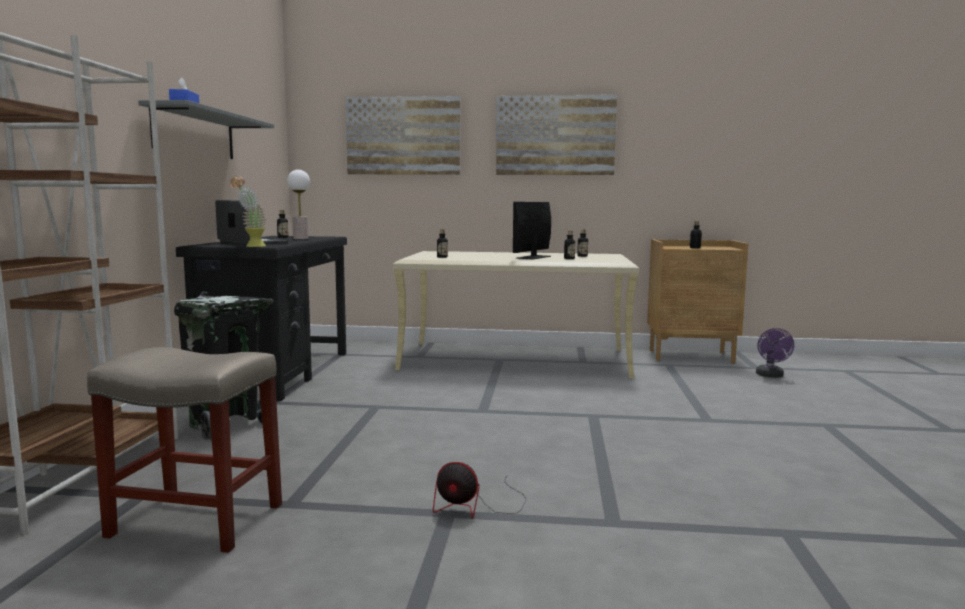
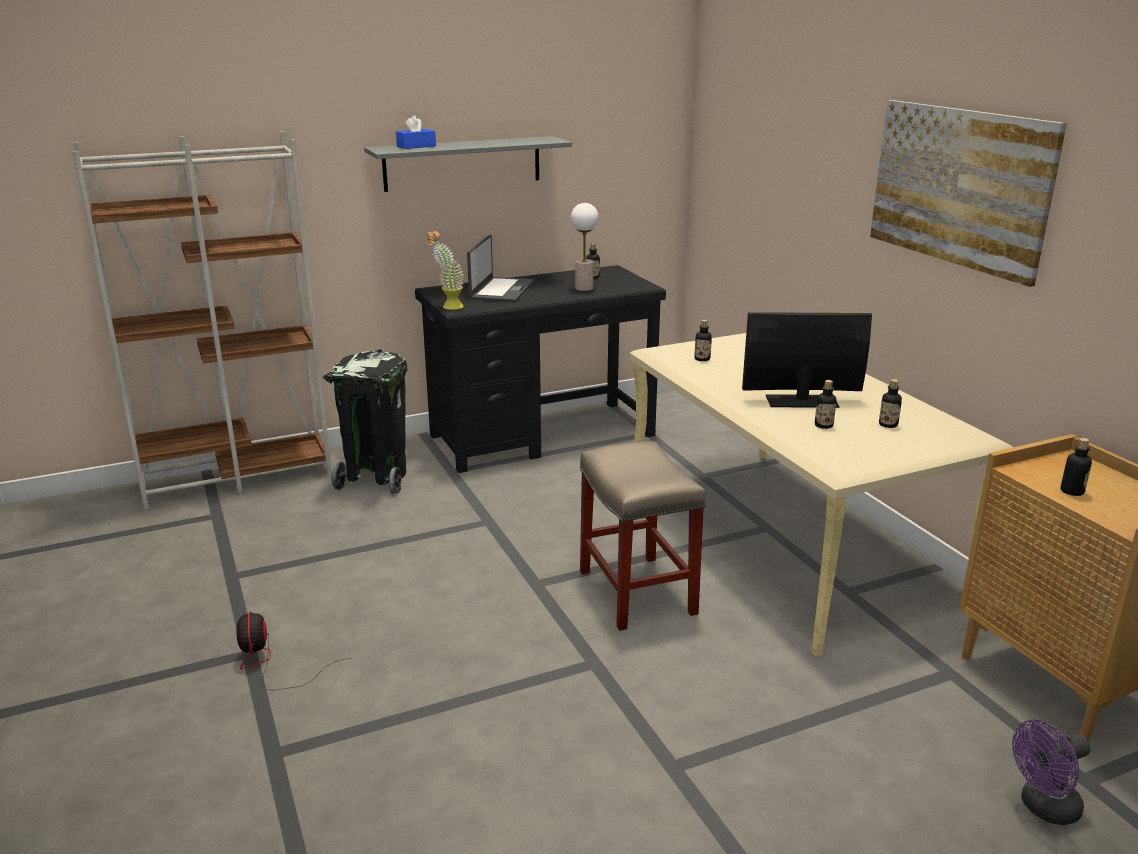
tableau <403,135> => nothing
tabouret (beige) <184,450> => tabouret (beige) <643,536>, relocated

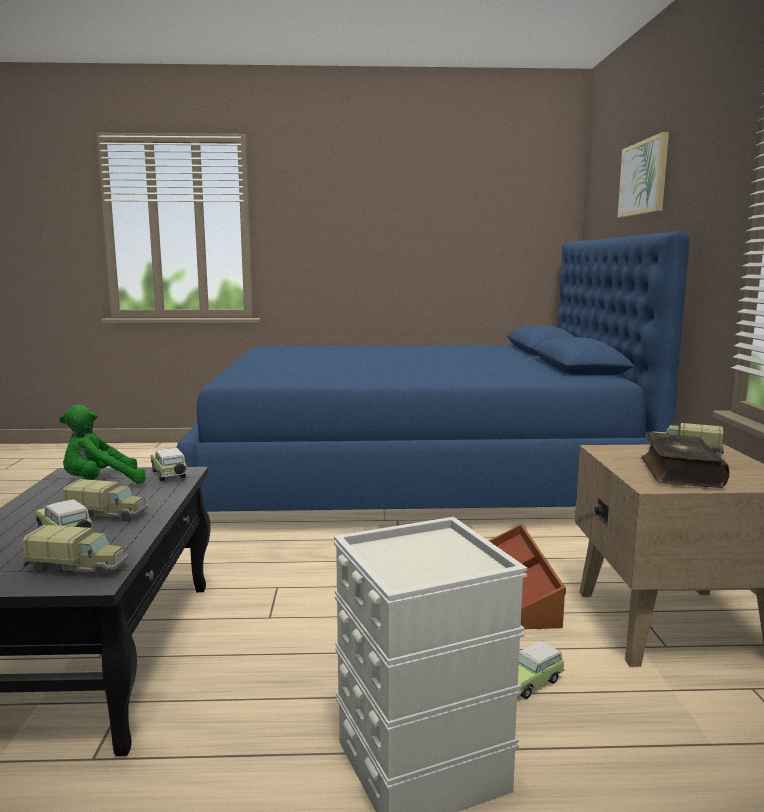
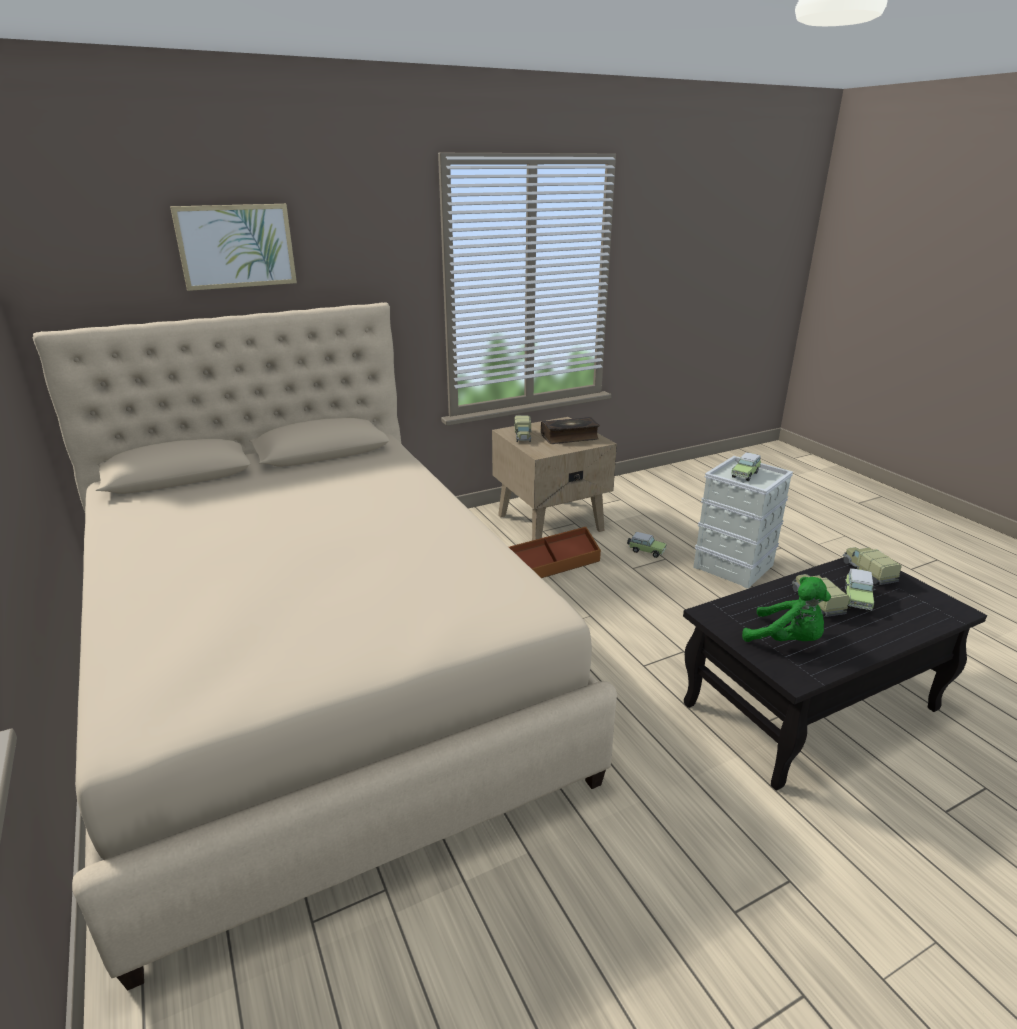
petite voiture <169,464> => petite voiture <746,466>, relocated
lit (bleu) <433,371> => lit (beige) <325,646>

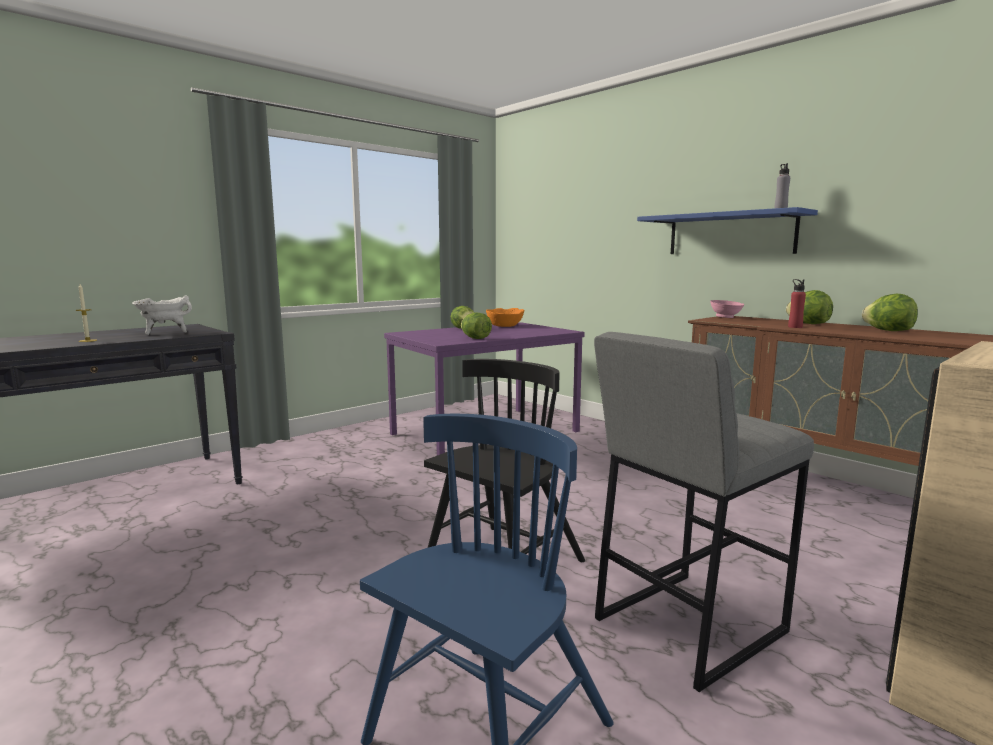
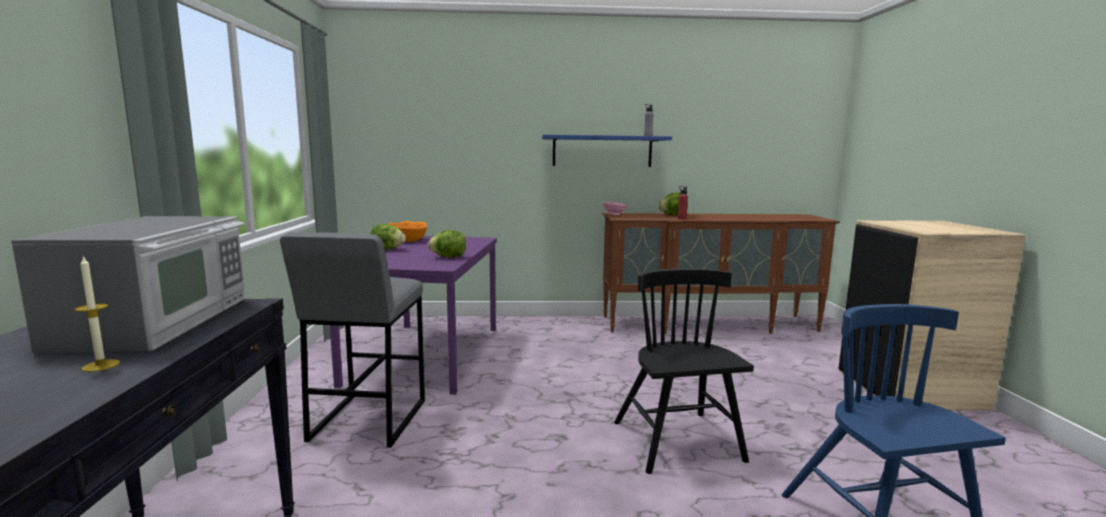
laitue <890,312> => nothing
tabouret (gris) <704,512> => tabouret (gris) <352,340>, relocated
marmite (blanc) <162,315> => micro-ondes <128,284>

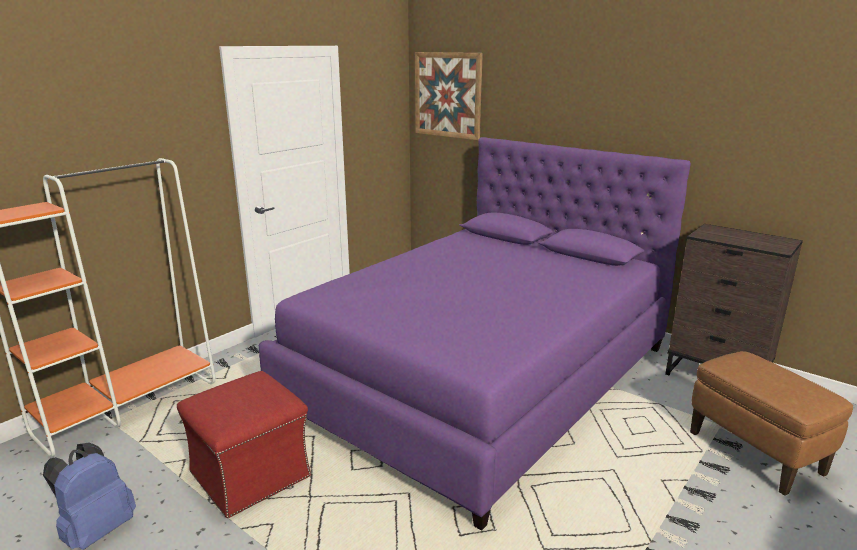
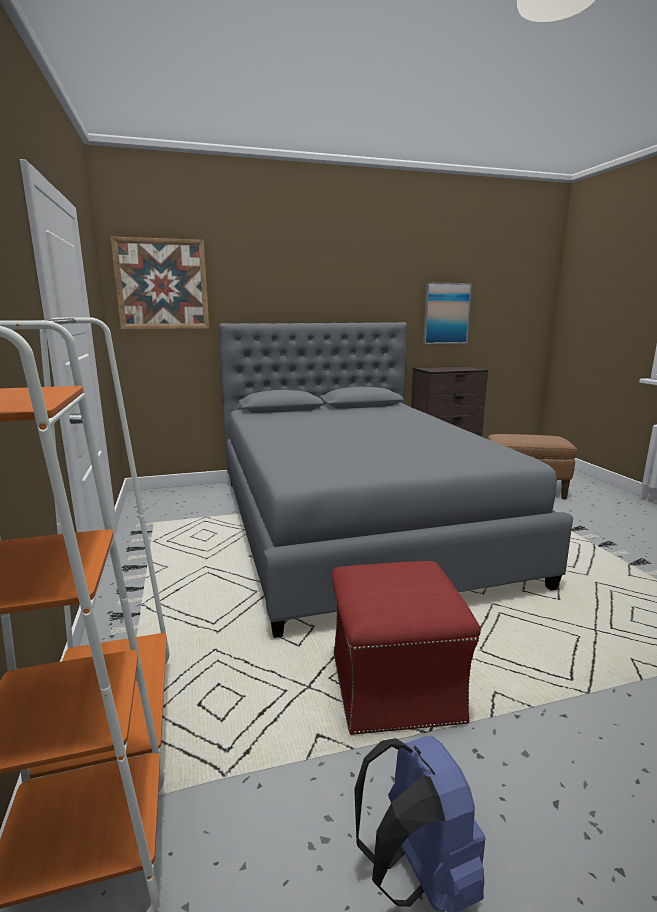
nothing => tableau <447,313>
lit (violet) <475,334> => lit (gris) <396,480>

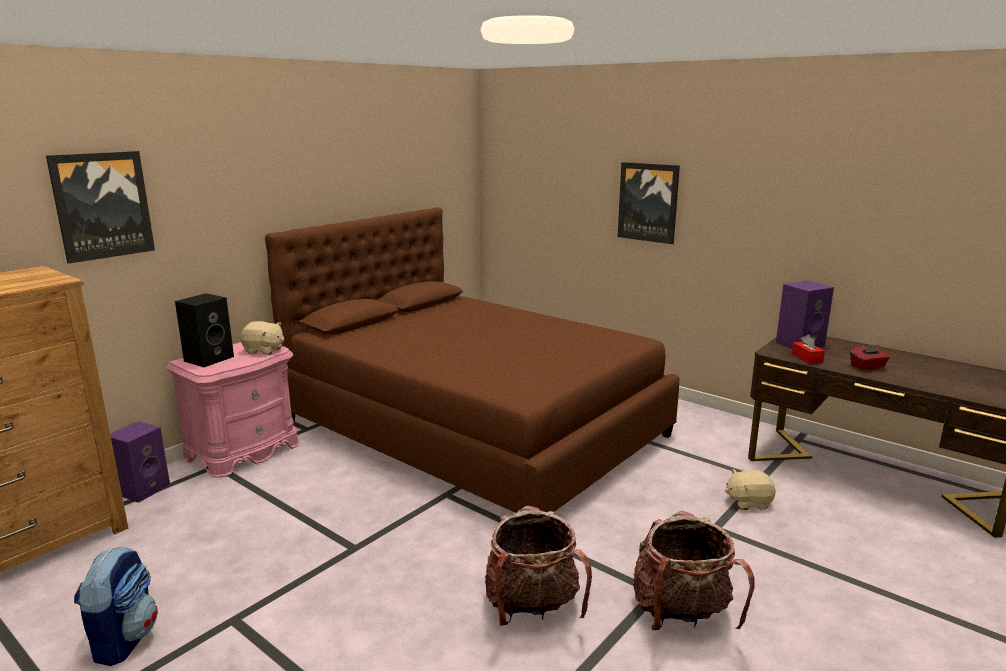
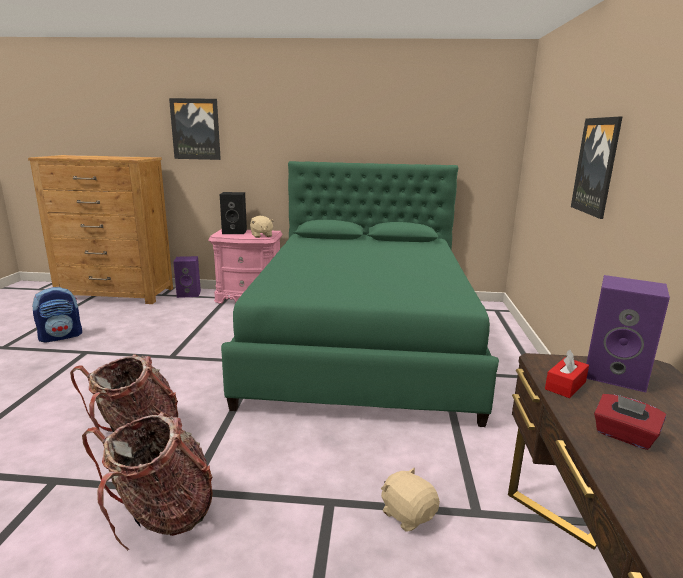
lit (marron) <472,360> => lit (vert) <360,294>

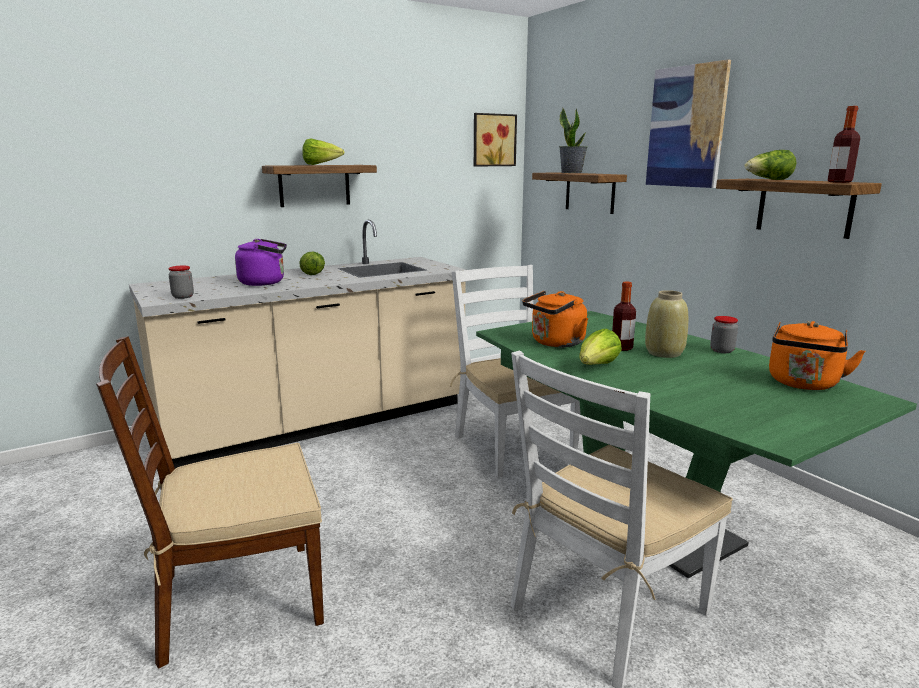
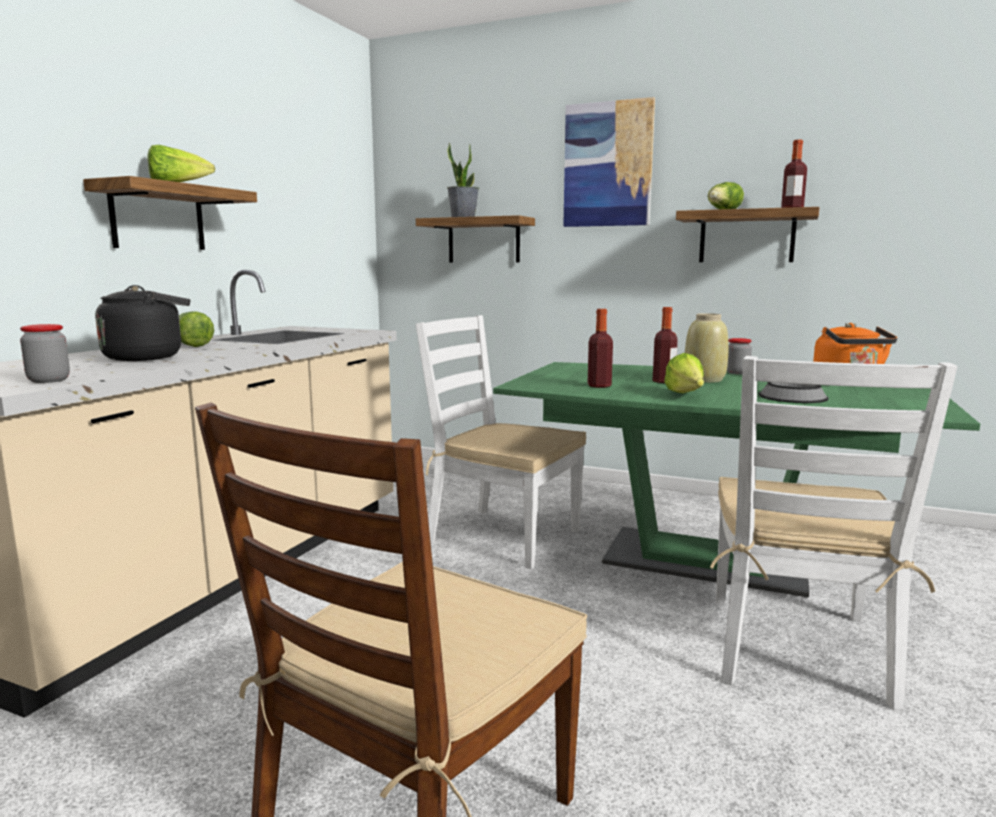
tableau <495,140> => nothing
nothing => bol <793,392>
bouilloire (orange) <555,319> => bouteille <600,348>
bouilloire (violet) <261,262> => bouilloire (noir) <142,323>

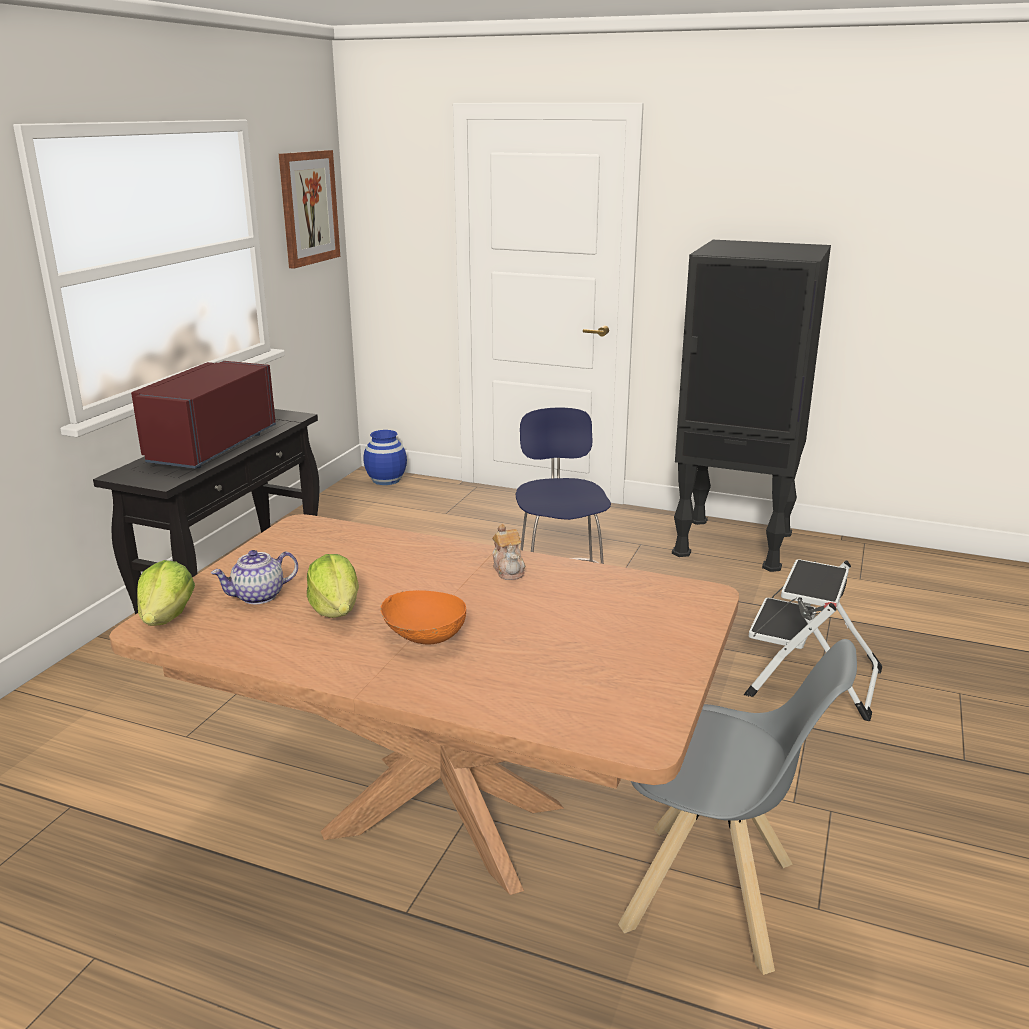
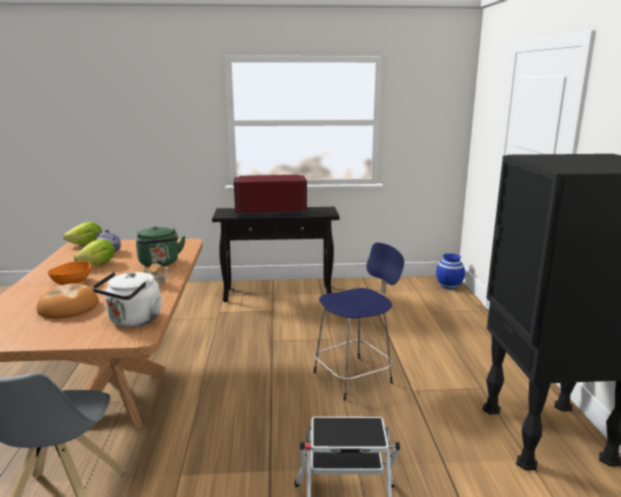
tableau <309,209> => nothing
nothing => pain <68,301>
nothing => bouilloire (blanc) <127,299>
nothing => bouilloire (vert) <161,246>

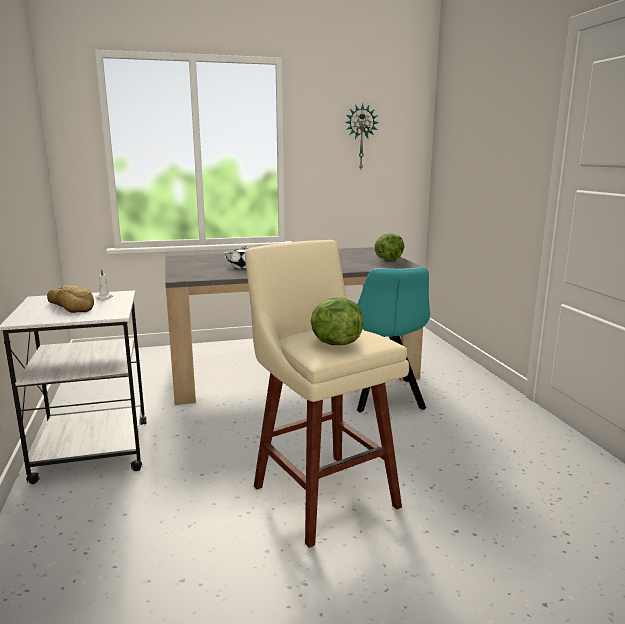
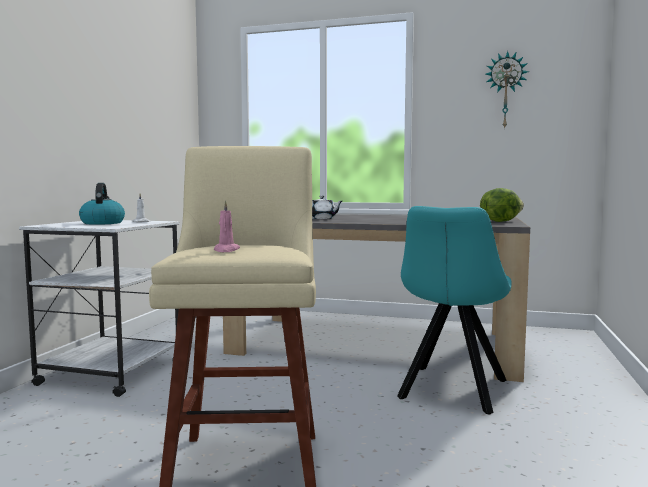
pain <70,299> => bouilloire <102,204>
laitue <337,321> => bougie (rose) <227,226>

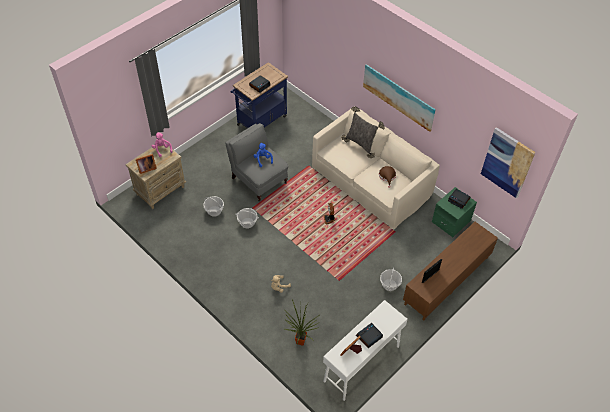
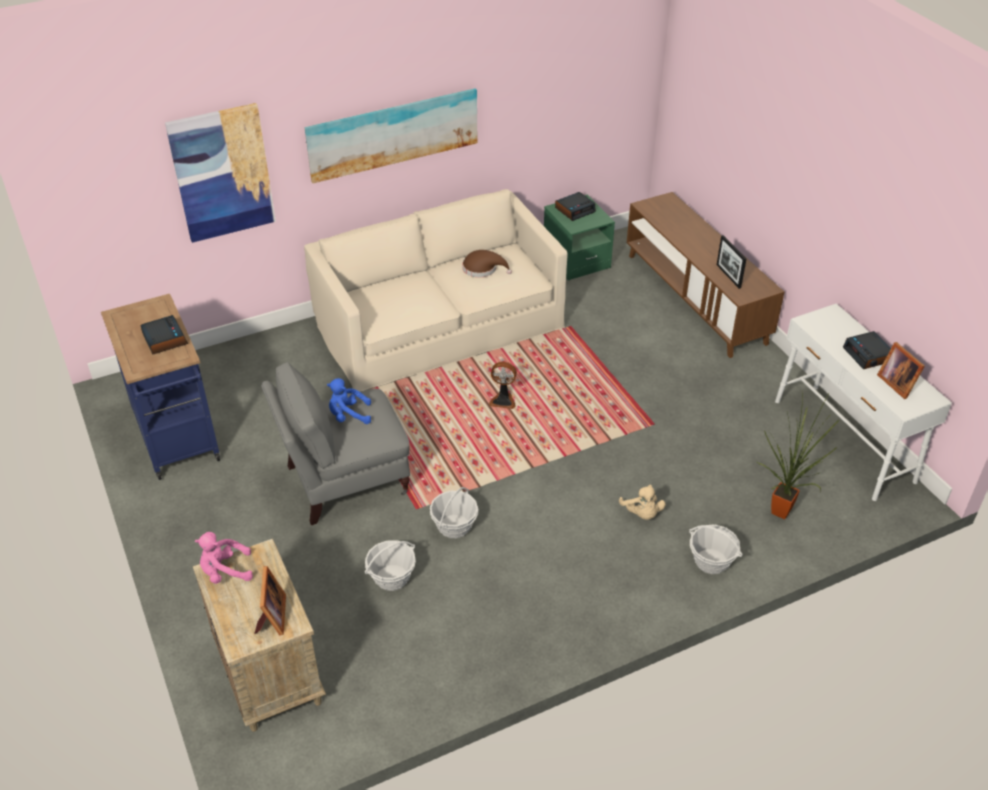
coussin <363,132> => nothing
panier <391,279> => panier <716,549>, relocated
tableau <508,163> => tableau <220,173>, relocated

